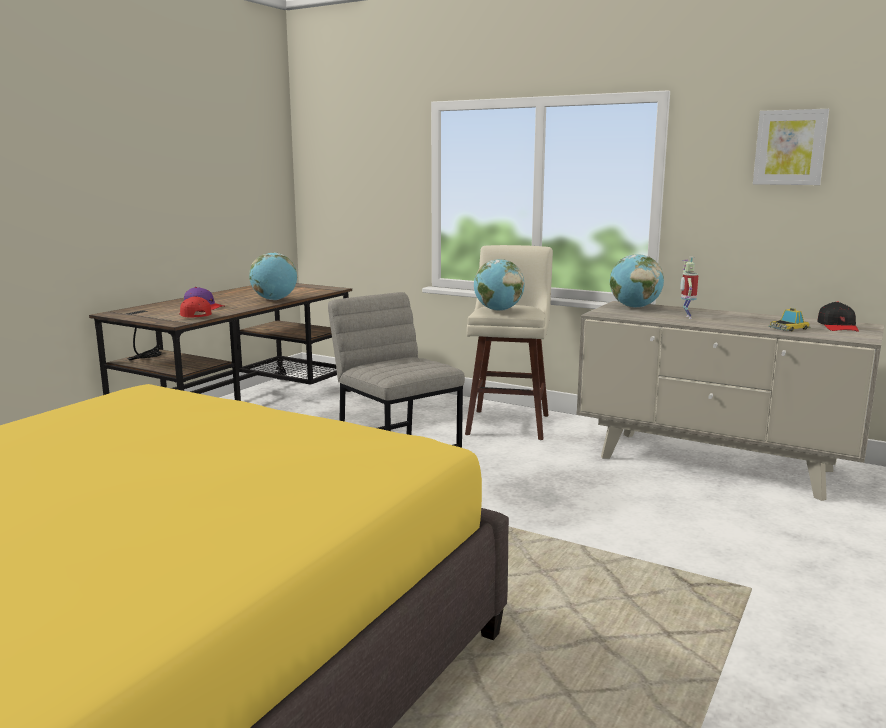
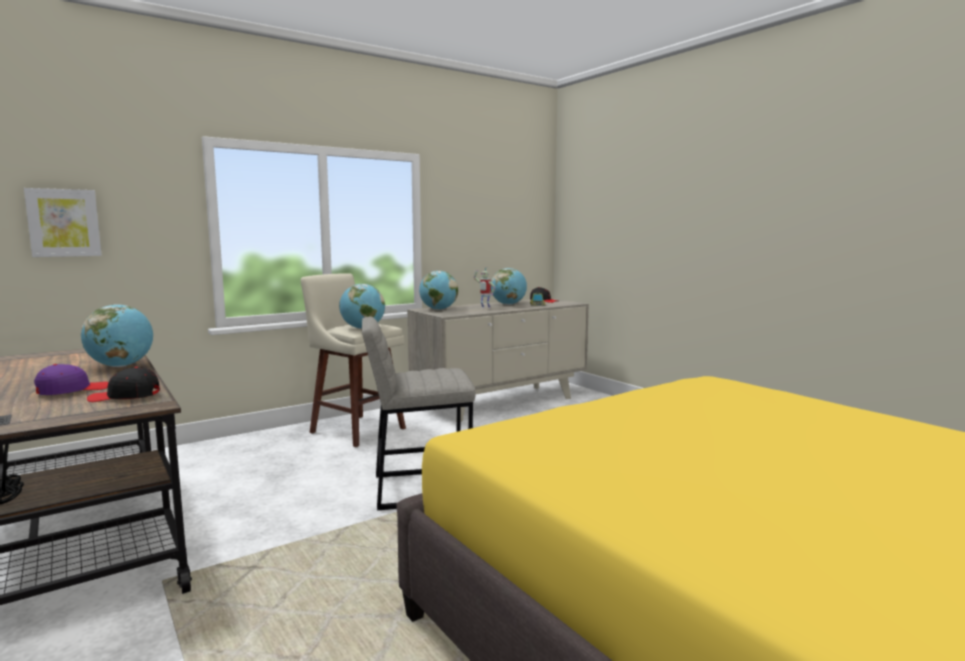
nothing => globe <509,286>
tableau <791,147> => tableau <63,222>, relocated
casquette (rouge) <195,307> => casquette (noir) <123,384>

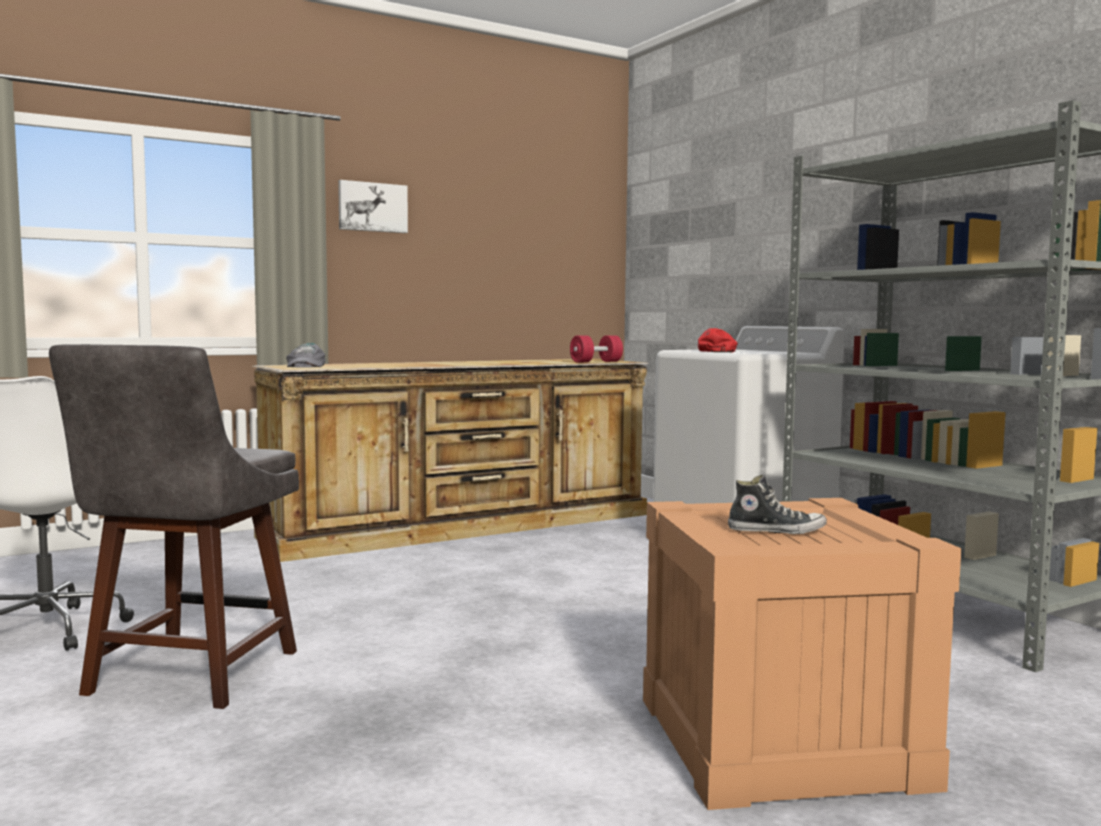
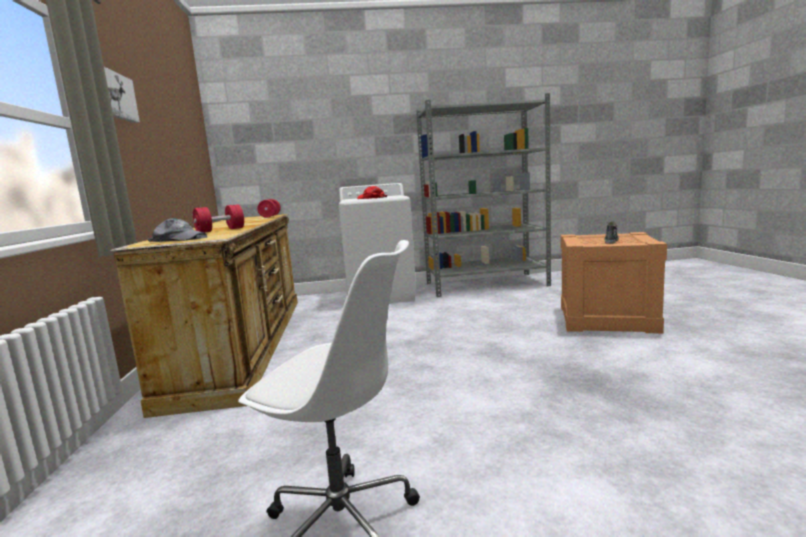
tabouret (gris) <174,526> => nothing
nothing => haltère (rouge) <218,218>

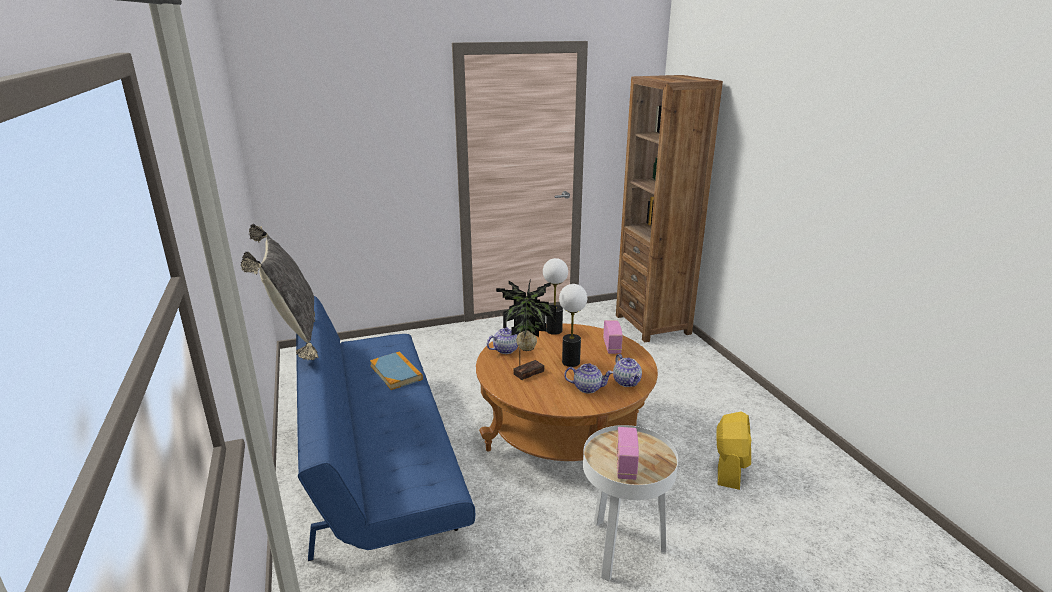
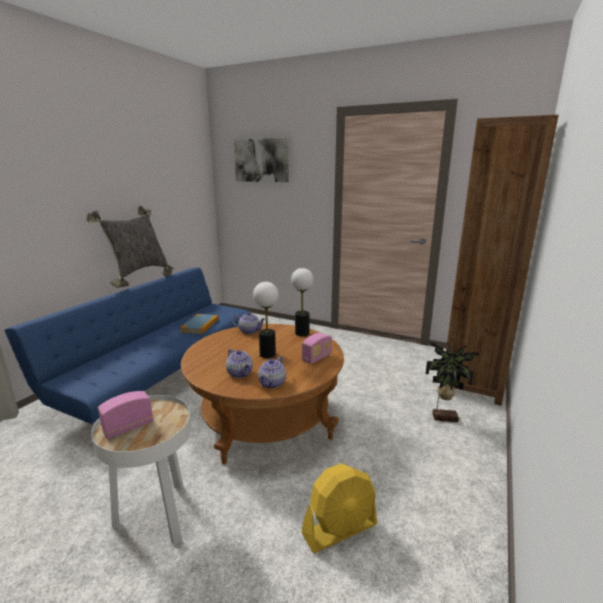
nothing => tableau <261,160>
plante en pot <526,329> => plante en pot <452,381>, relocated

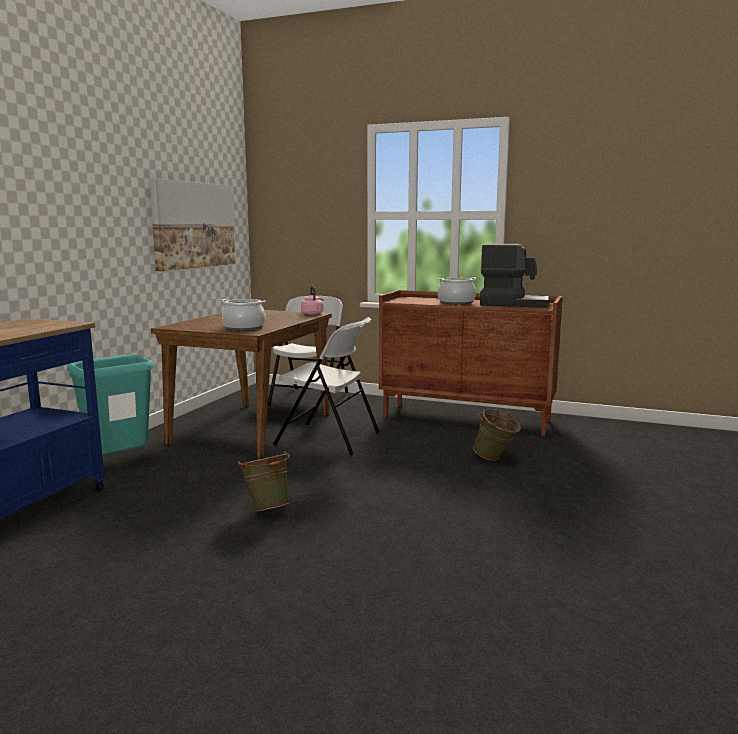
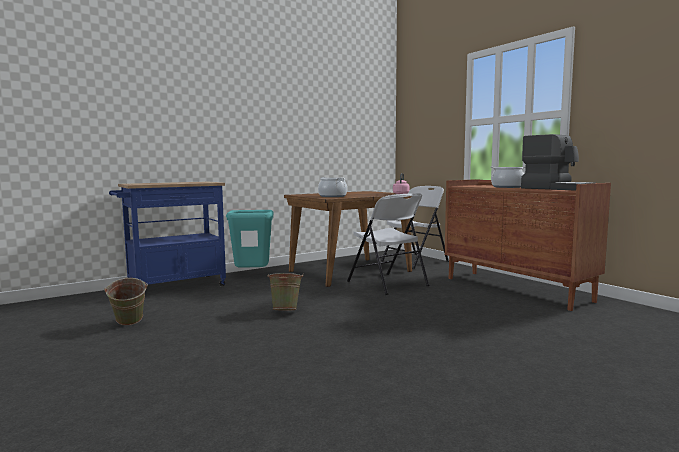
tableau <192,224> => nothing
seau (vert) <497,435> => seau (vert) <126,302>, relocated

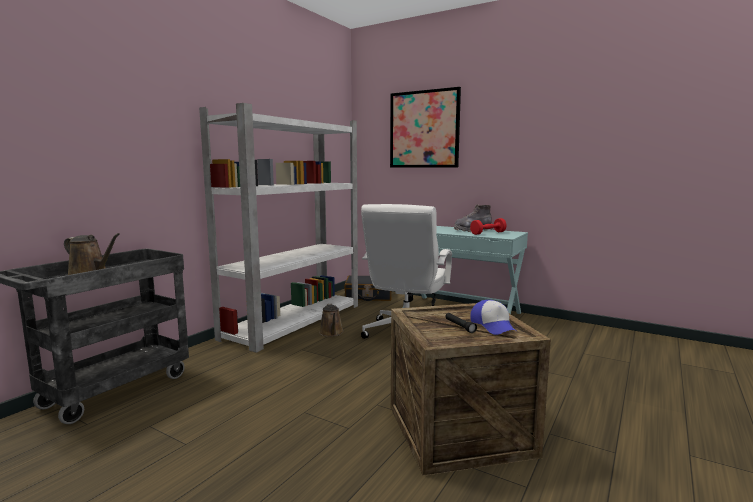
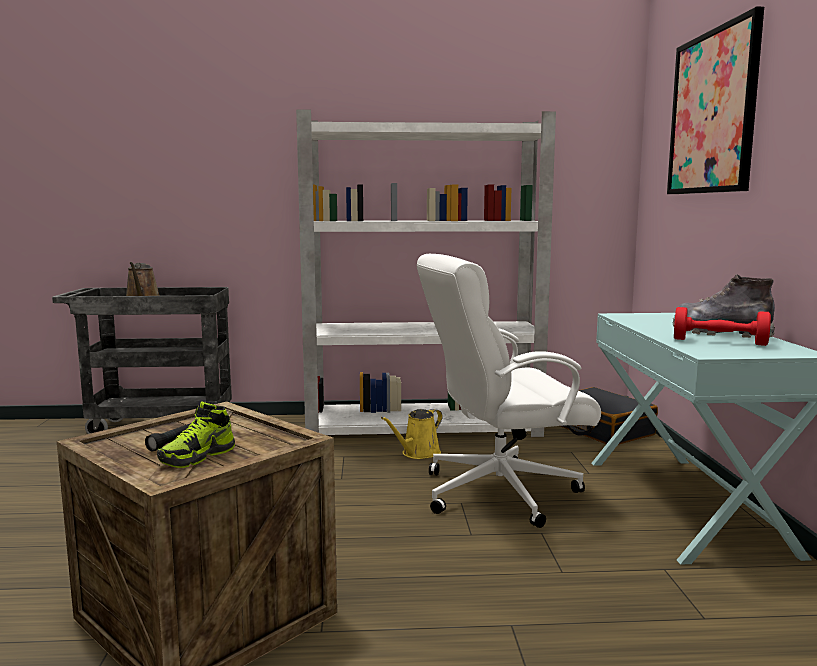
casquette <492,317> => chaussure <196,434>
arrosoir (marron) <331,320> => arrosoir (jaune) <412,434>

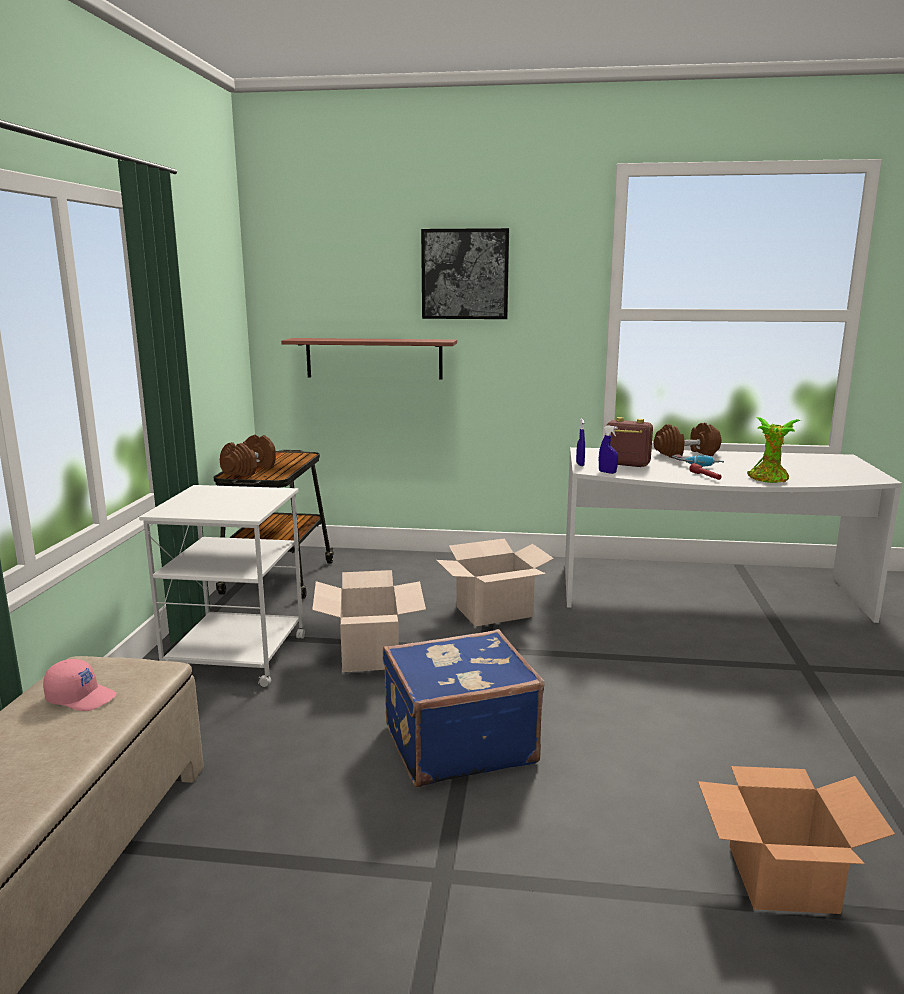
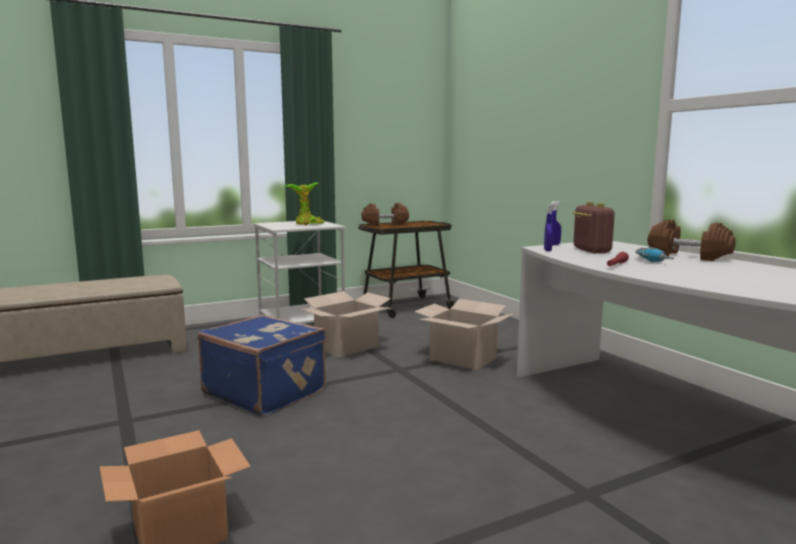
casquette (rose) <79,685> => nothing
étagère <369,359> => nothing
tableau <465,273> => nothing
plante en pot <774,450> => plante en pot <304,204>, relocated

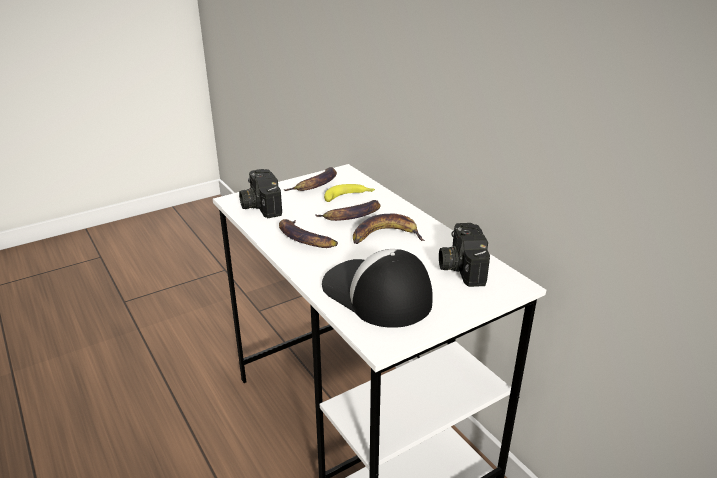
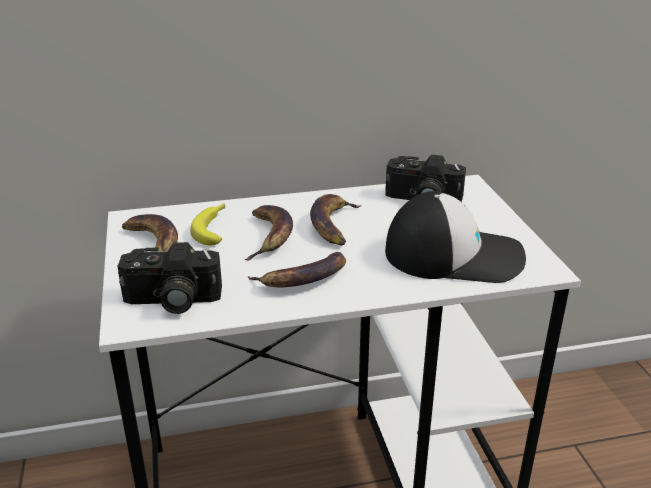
casquette <377,288> => casquette <455,237>, 150 degrees counterclockwise

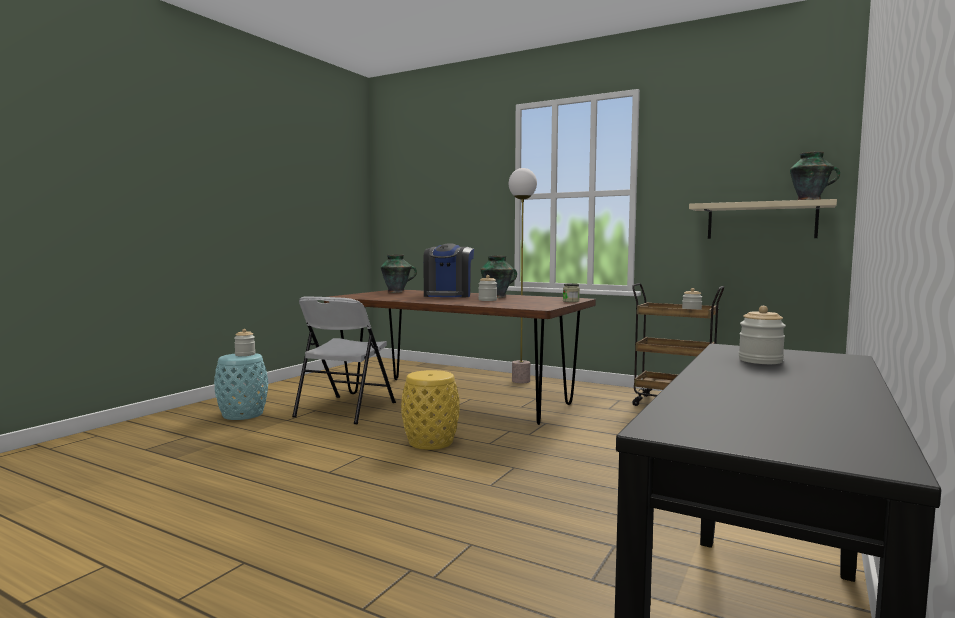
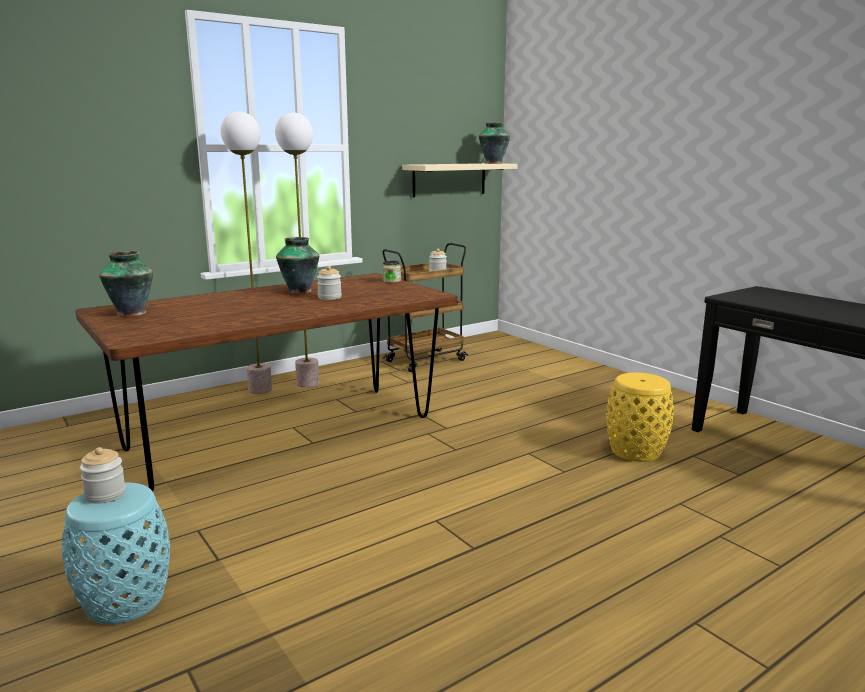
chaise (blanc) <344,360> => nothing
machine à café <448,270> => nothing
bocal <762,335> => nothing
nothing => lampadaire <297,250>
tabouret (jaune) <430,410> => tabouret (jaune) <640,417>, relocated

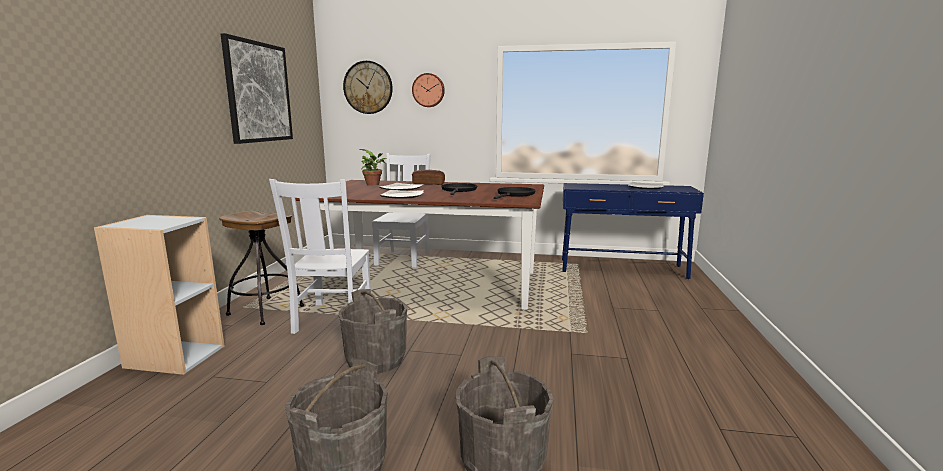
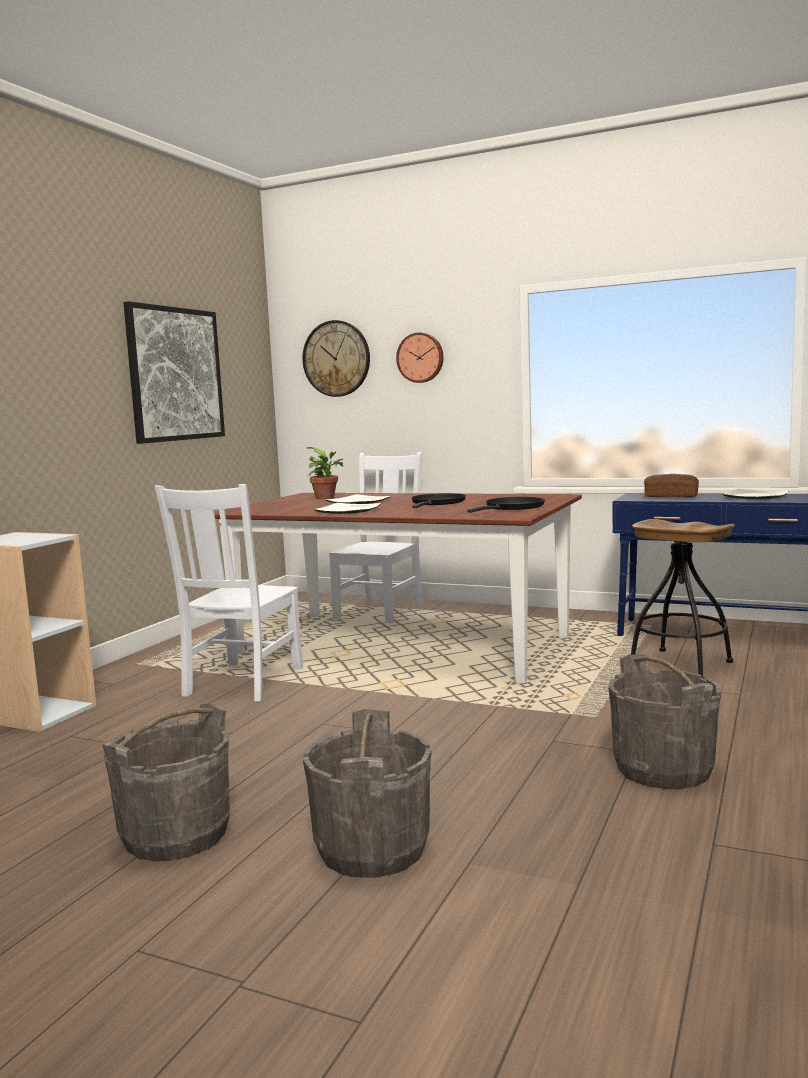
tabouret (marron) <261,268> => tabouret (marron) <683,599>, relocated
seau (gris) <372,331> => seau (gris) <665,721>, relocated
pain <428,177> => pain <671,486>, relocated

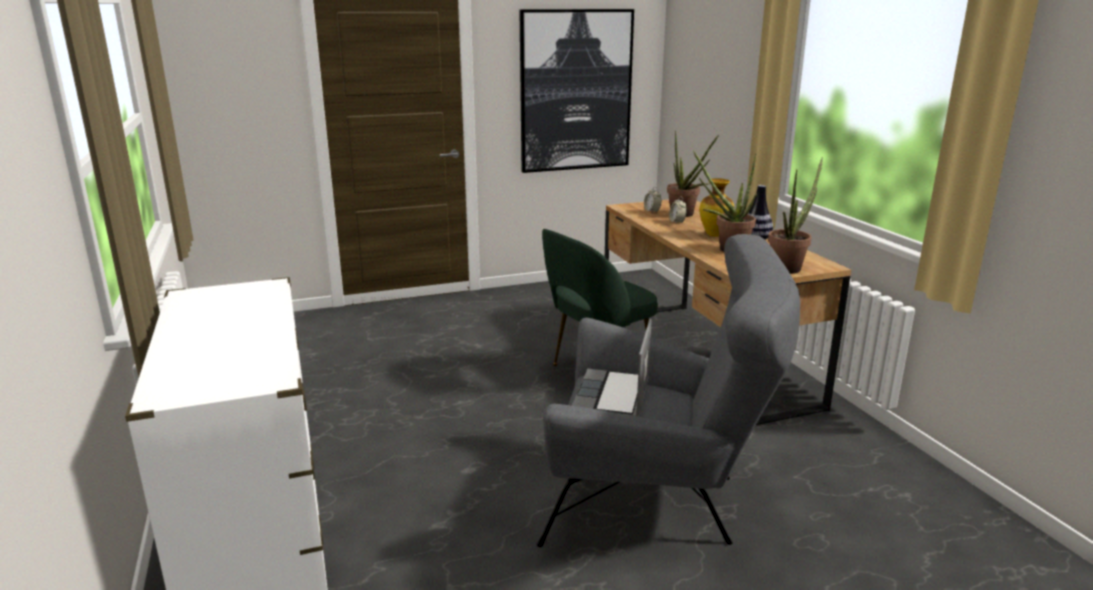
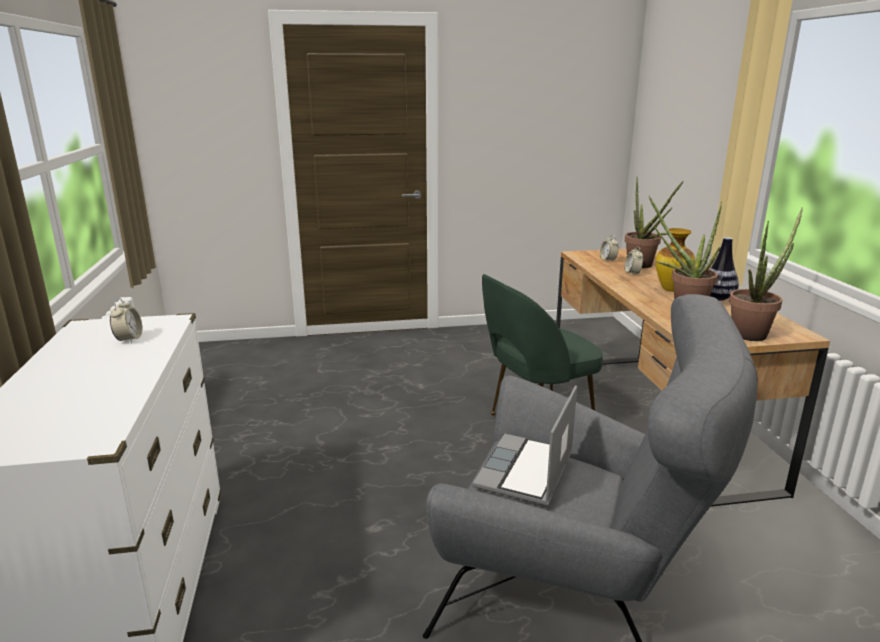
tableau <576,91> => nothing
nothing => réveil <126,321>

